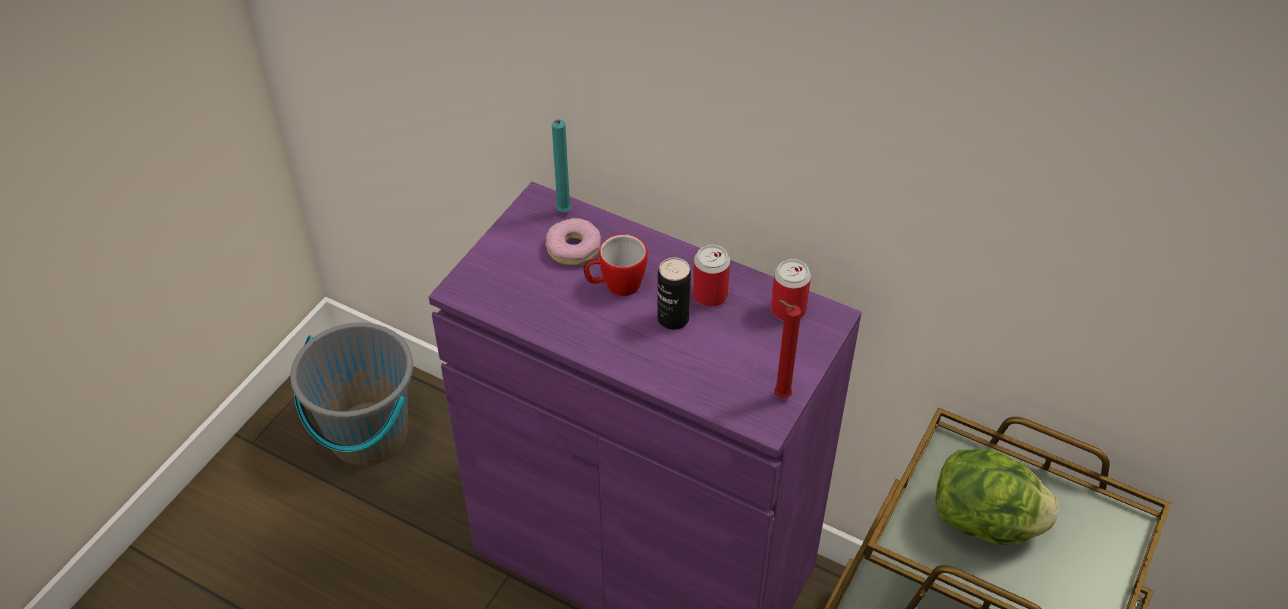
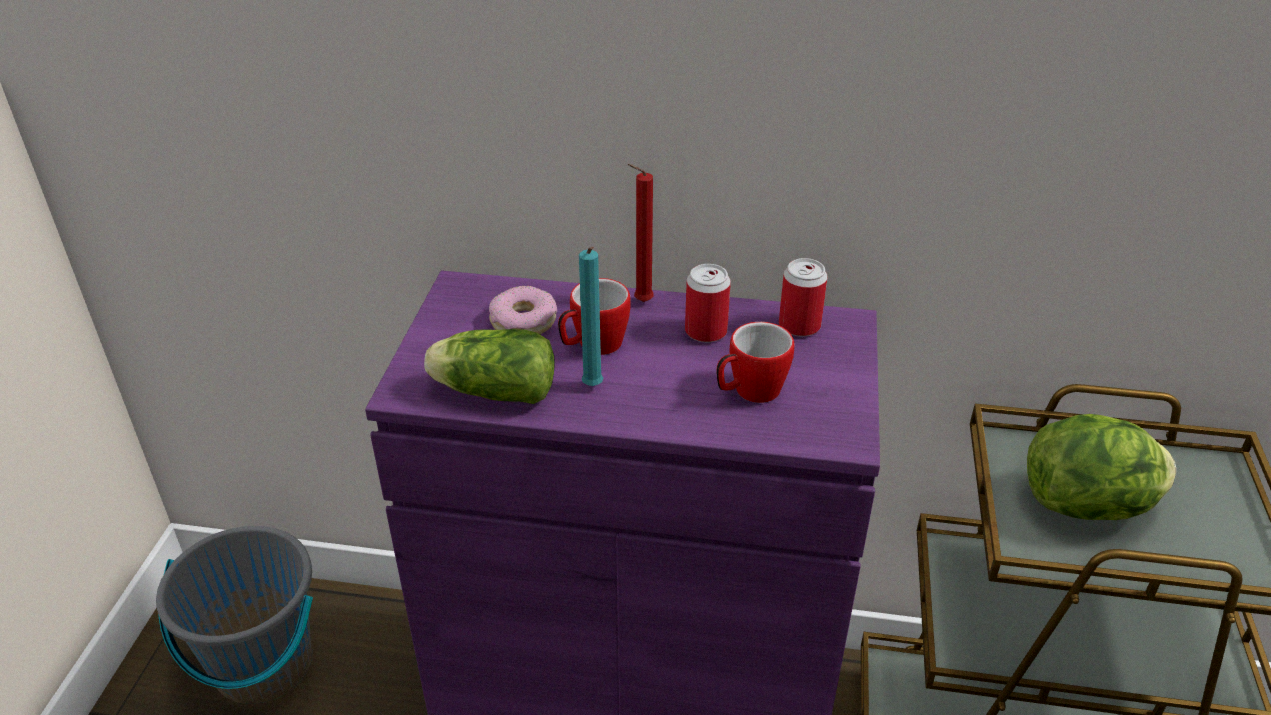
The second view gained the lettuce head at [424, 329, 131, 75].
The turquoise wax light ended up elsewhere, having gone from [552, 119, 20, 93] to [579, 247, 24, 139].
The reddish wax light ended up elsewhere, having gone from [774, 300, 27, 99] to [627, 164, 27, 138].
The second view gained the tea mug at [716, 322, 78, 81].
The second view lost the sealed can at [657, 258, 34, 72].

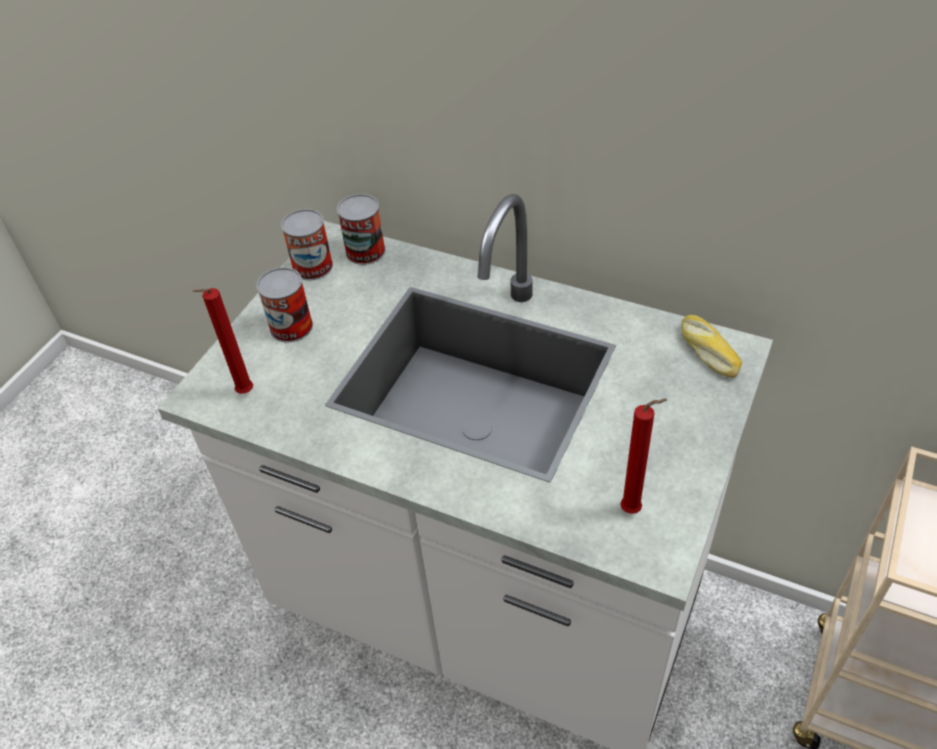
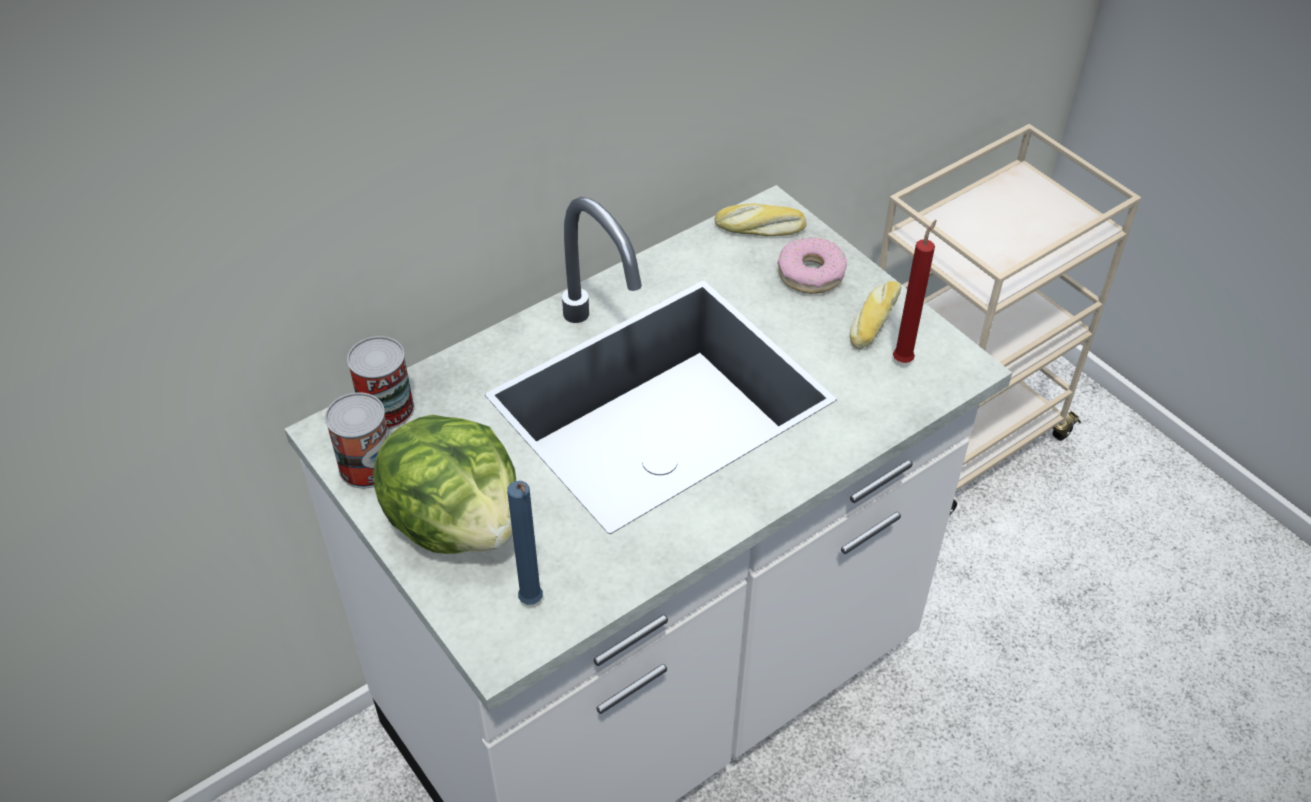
Where the sealed can stood at [256, 267, 57, 76], the lettuce head came to stand at [374, 415, 142, 139].
What was the reddish wax light at [192, 288, 61, 106] turned into the blue-coloured wax light at [507, 481, 36, 124].
The second view gained the doughnut at [778, 238, 69, 56].
The second view gained the baked bread at [850, 281, 52, 68].

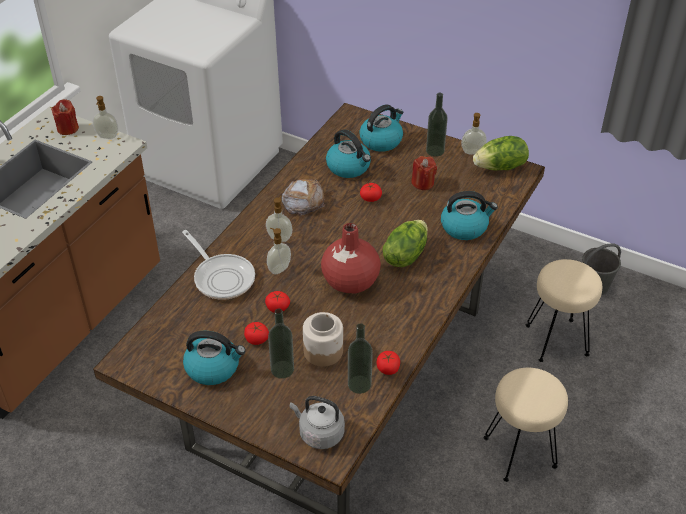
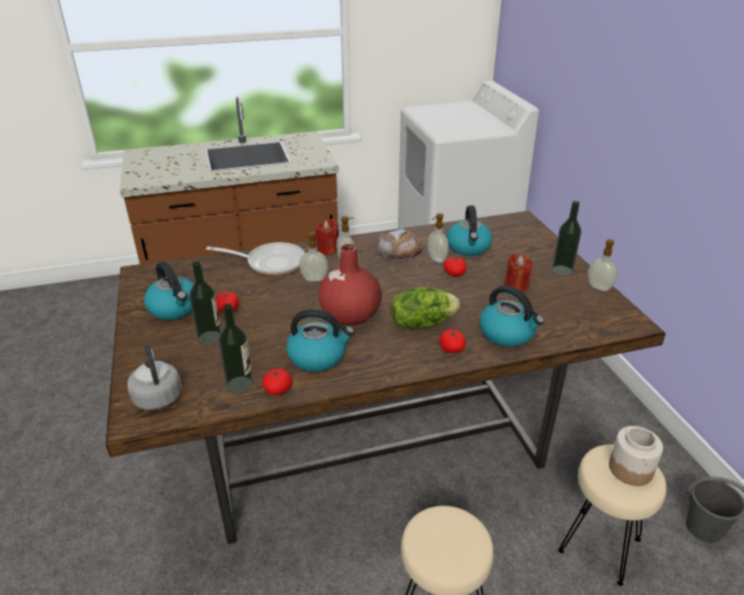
The frying pan at [182, 230, 73, 70] ended up facing another way, 90 degrees counterclockwise from before.
The kettle ended up elsewhere, having gone from [359, 105, 44, 47] to [286, 309, 68, 63].
The reddish wax light ended up elsewhere, having gone from [51, 99, 28, 36] to [315, 219, 24, 37].
The liquid soap bottle ended up elsewhere, having gone from [93, 96, 25, 43] to [427, 213, 22, 50].
The whole tomato ended up elsewhere, having gone from [265, 291, 25, 22] to [439, 329, 27, 24].
The storage jar ended up elsewhere, having gone from [303, 312, 40, 55] to [609, 426, 54, 60].
The second view lost the lettuce head at [473, 136, 56, 34].

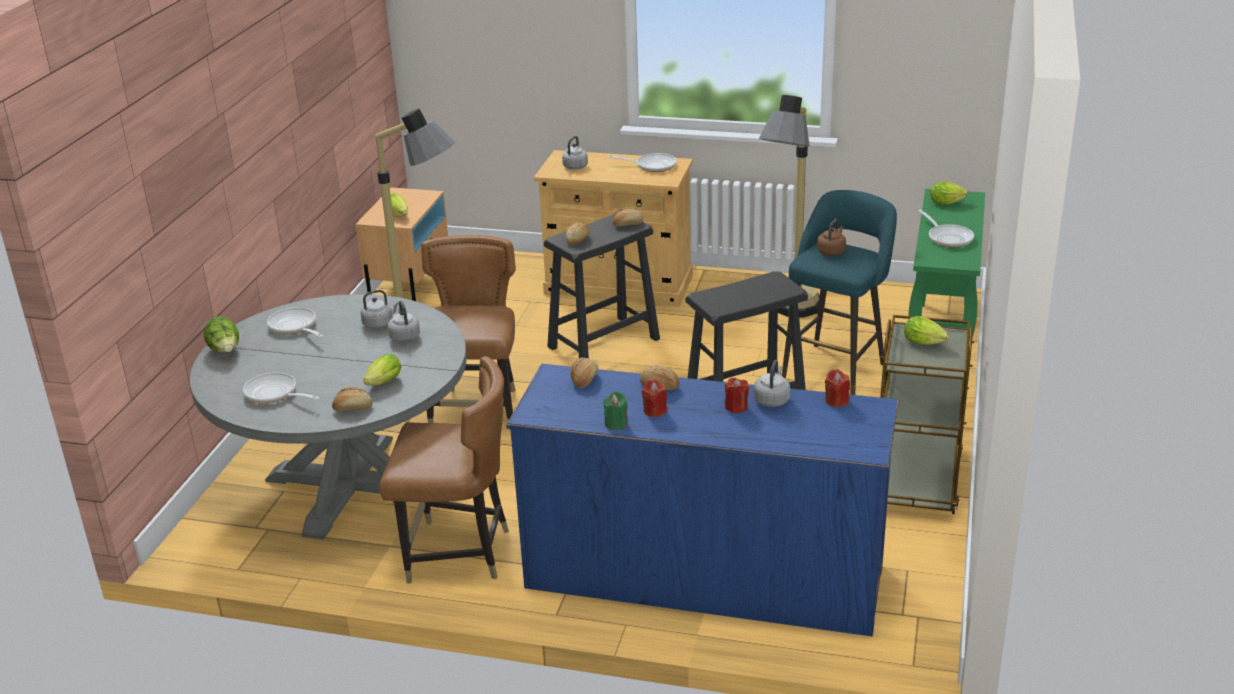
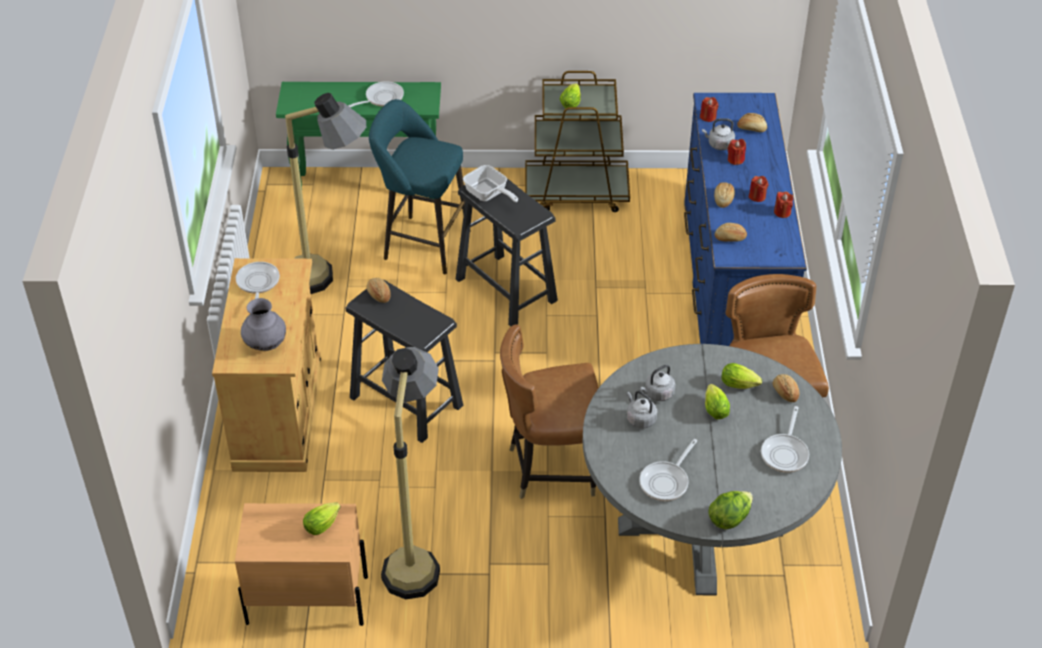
Where the greyish kettle stood at [562, 136, 26, 34], the greyish flower vase came to stand at [241, 298, 45, 53].
The second view gained the frying pan at [463, 165, 55, 37].
The lettuce head ended up elsewhere, having gone from [930, 182, 38, 23] to [705, 384, 25, 35].
The baked bread ended up elsewhere, having gone from [566, 223, 23, 22] to [737, 113, 30, 19].
What was the greenish wax light at [603, 392, 25, 38] turned into the reddish wax light at [774, 191, 19, 27].
The second view lost the brown-coloured kettle at [817, 219, 29, 37].

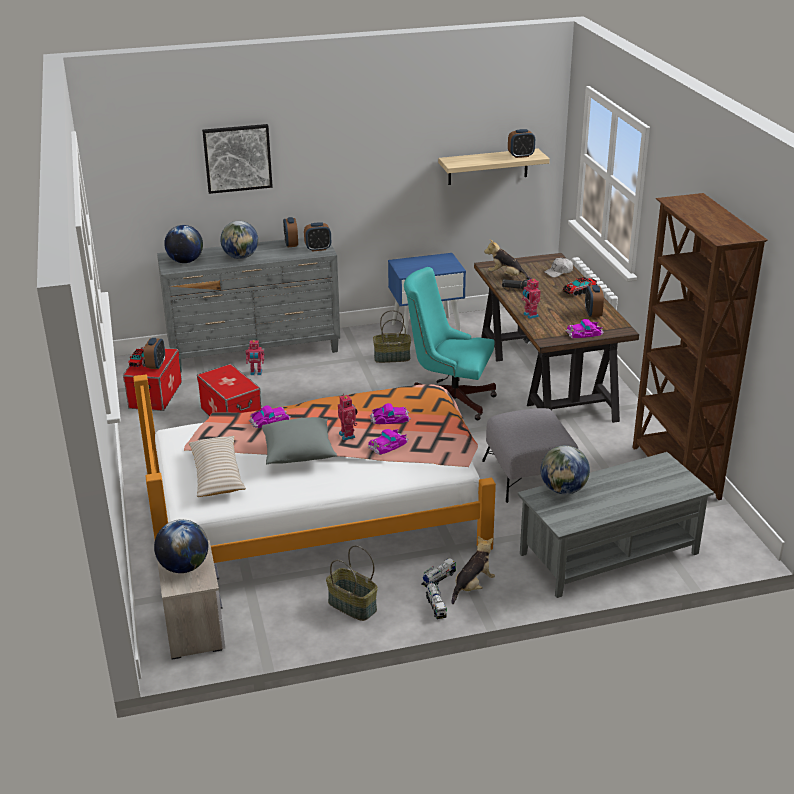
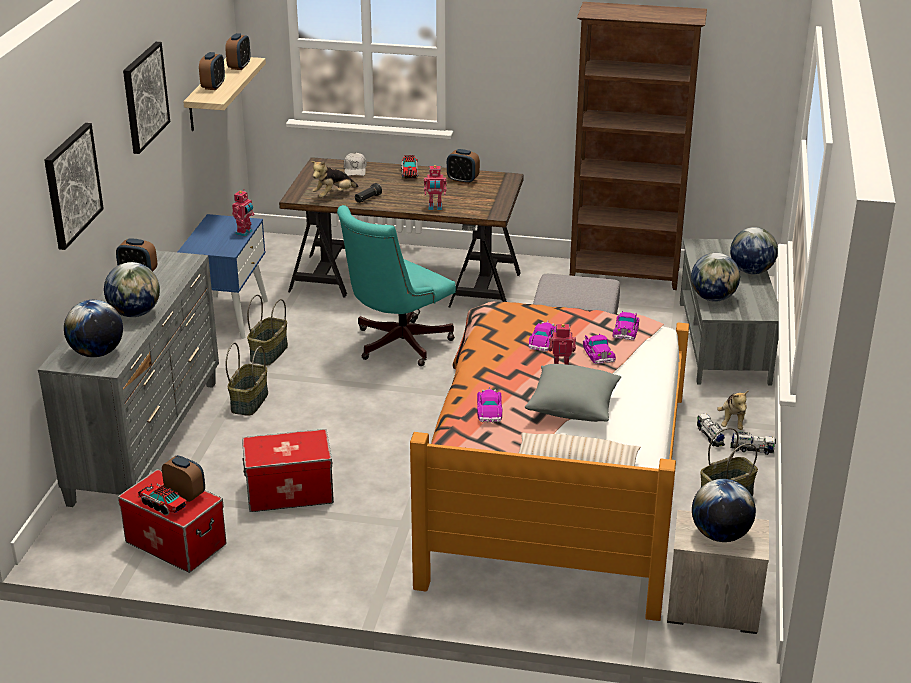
The second view gained the wall art at [123, 42, 47, 112].
The bedside clock ended up elsewhere, having gone from [304, 222, 27, 30] to [199, 52, 26, 38].
The second view gained the basket at [226, 342, 42, 74].
The model robot ended up elsewhere, having gone from [245, 340, 19, 35] to [232, 189, 23, 48].
The miniature car ended up elsewhere, having gone from [565, 319, 39, 19] to [613, 311, 26, 29].
The plush toy at [452, 536, 43, 68] ended up facing another way, 150 degrees counterclockwise from before.
The second view gained the globe at [730, 227, 48, 47].

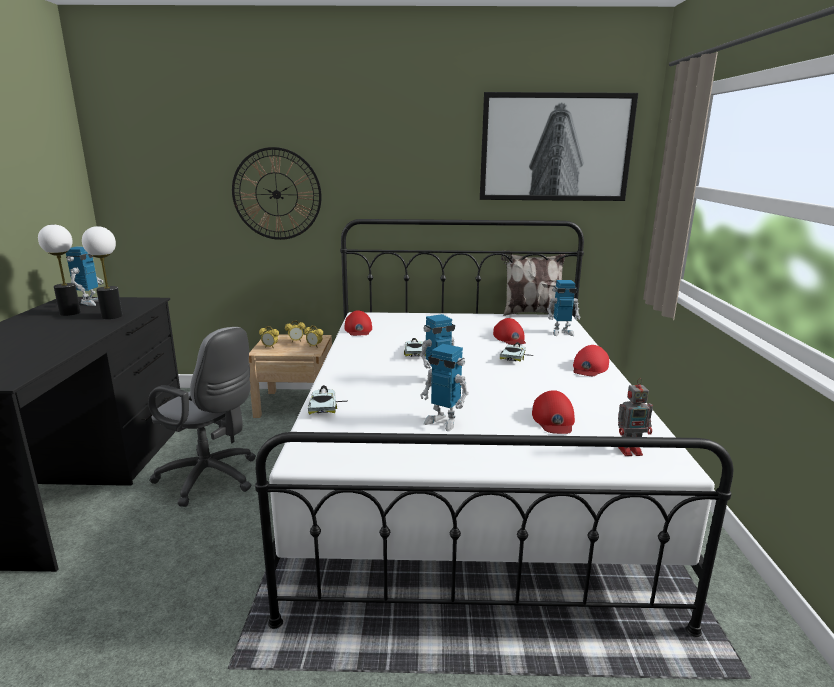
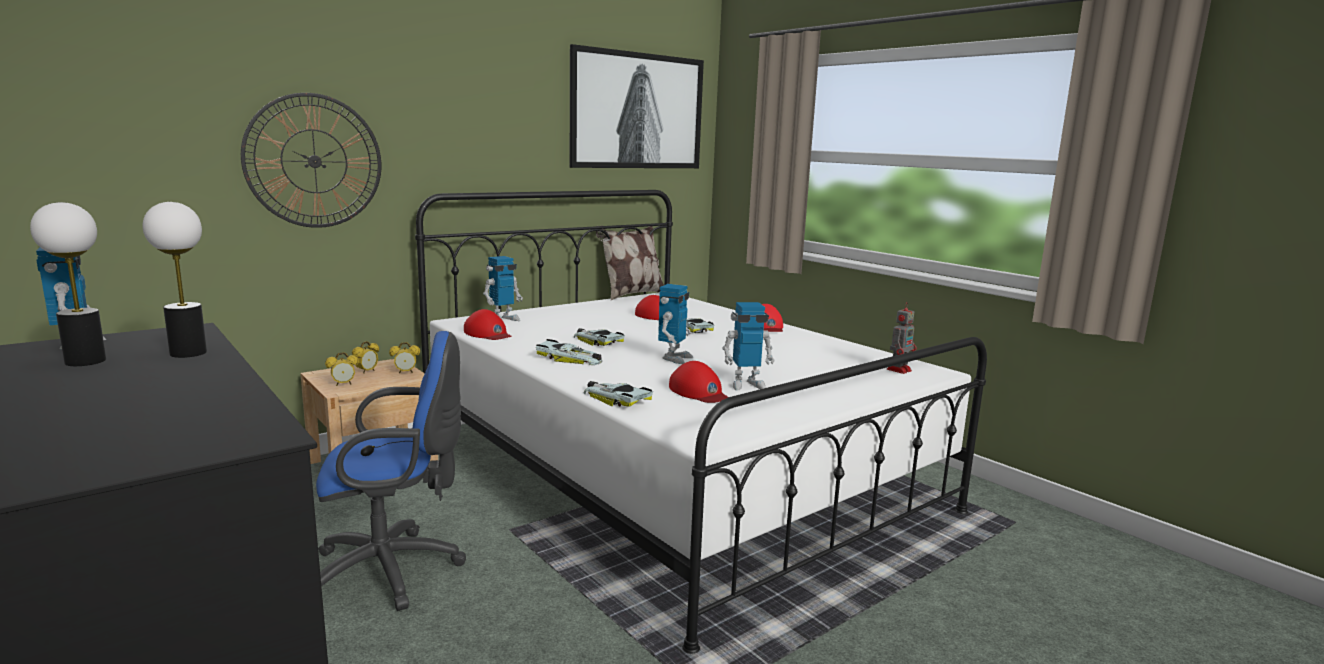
What was the greyish desk chair at [148, 327, 108, 180] turned into the blue-coloured desk chair at [316, 331, 150, 280].
The model robot ended up elsewhere, having gone from [547, 280, 34, 56] to [483, 256, 40, 65].
The second view gained the miniature car at [536, 339, 66, 26].
The reddish cap ended up elsewhere, having gone from [532, 390, 43, 44] to [669, 361, 59, 42].

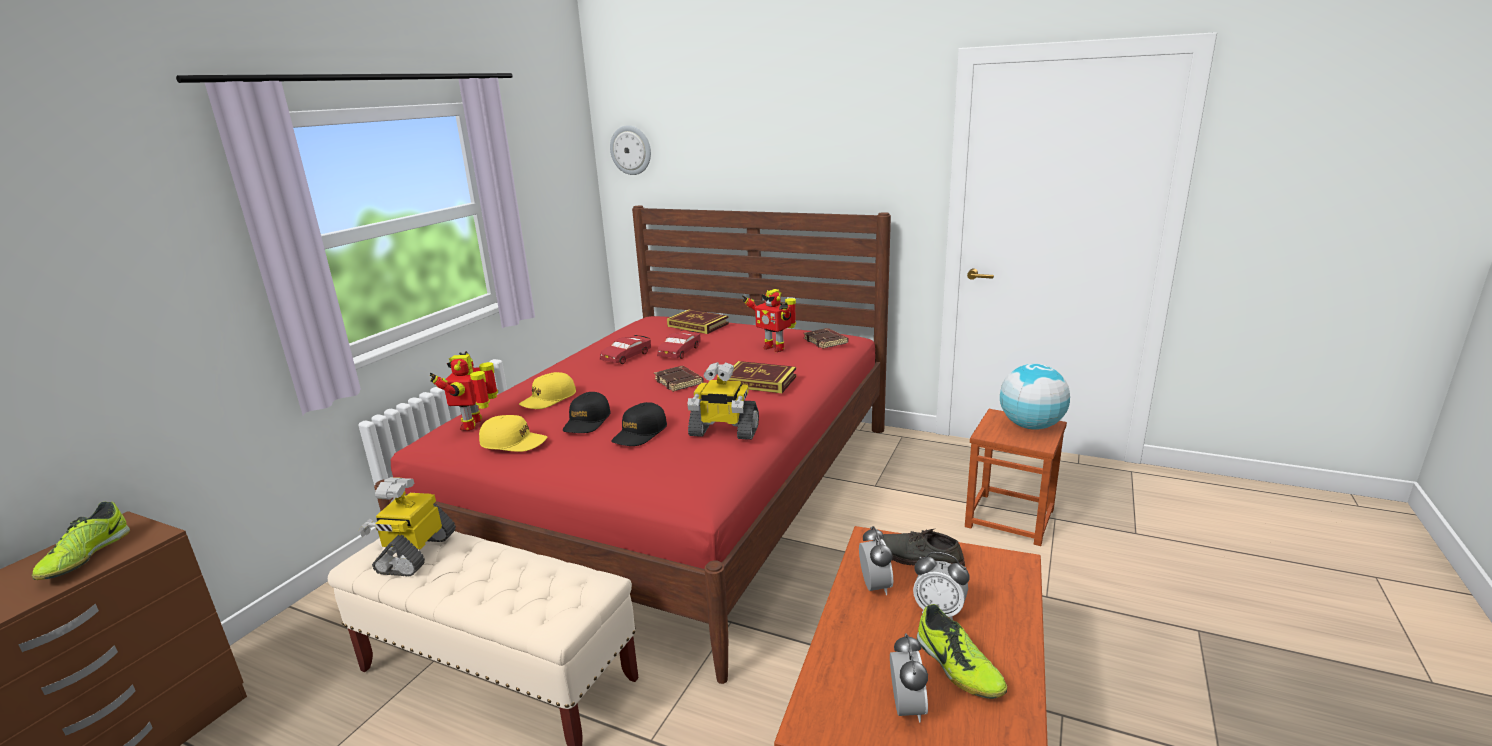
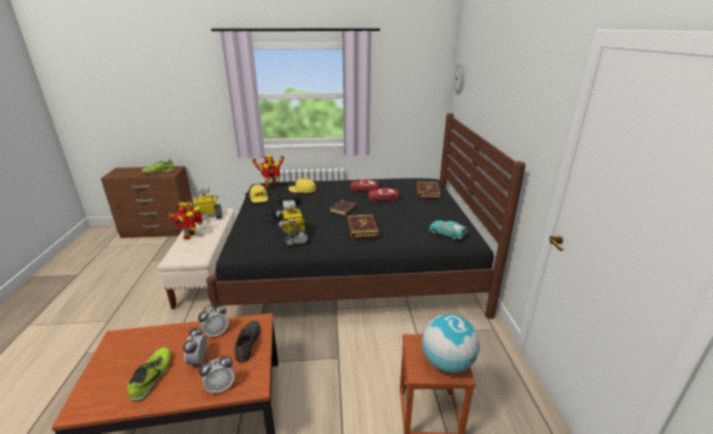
The item of footwear at [917, 604, 90, 95] ended up facing another way, 150 degrees clockwise from before.
The model robot ended up elsewhere, having gone from [743, 289, 53, 63] to [166, 199, 37, 40].
The bedside clock ended up elsewhere, having gone from [890, 633, 38, 89] to [199, 355, 36, 40].
What was the reddish bed at [374, 206, 517, 478] turned into the black bed at [206, 113, 320, 206].
Where the brown-coloured bound book stood at [804, 328, 45, 21], the turquoise miniature car came to stand at [429, 220, 40, 20].

